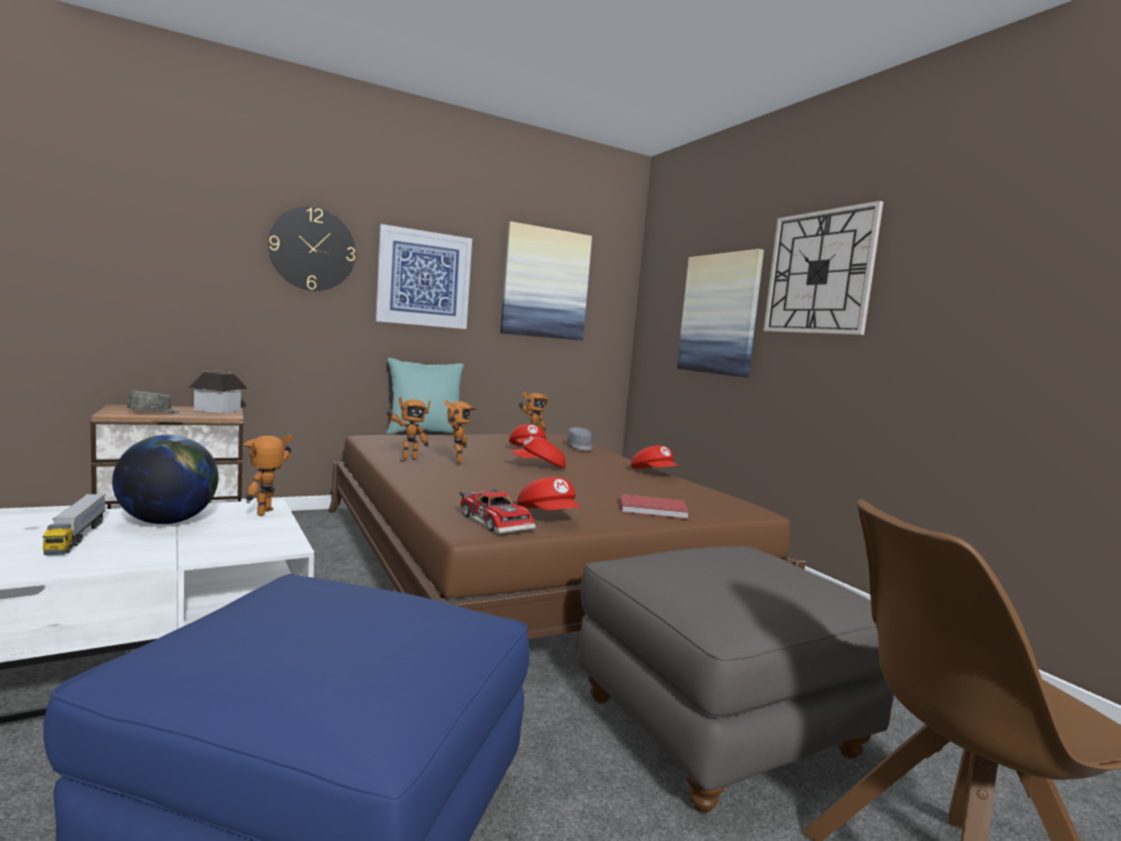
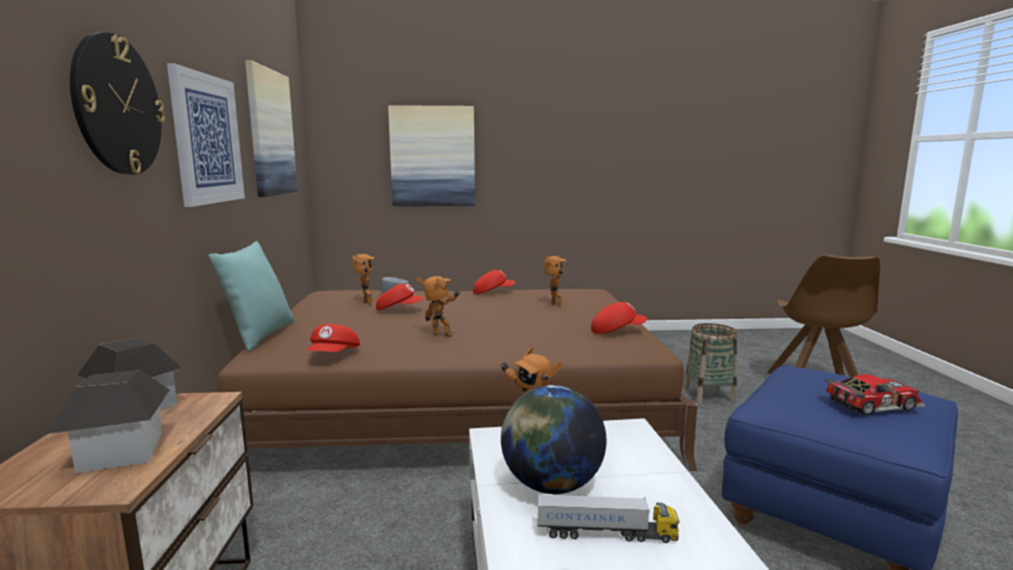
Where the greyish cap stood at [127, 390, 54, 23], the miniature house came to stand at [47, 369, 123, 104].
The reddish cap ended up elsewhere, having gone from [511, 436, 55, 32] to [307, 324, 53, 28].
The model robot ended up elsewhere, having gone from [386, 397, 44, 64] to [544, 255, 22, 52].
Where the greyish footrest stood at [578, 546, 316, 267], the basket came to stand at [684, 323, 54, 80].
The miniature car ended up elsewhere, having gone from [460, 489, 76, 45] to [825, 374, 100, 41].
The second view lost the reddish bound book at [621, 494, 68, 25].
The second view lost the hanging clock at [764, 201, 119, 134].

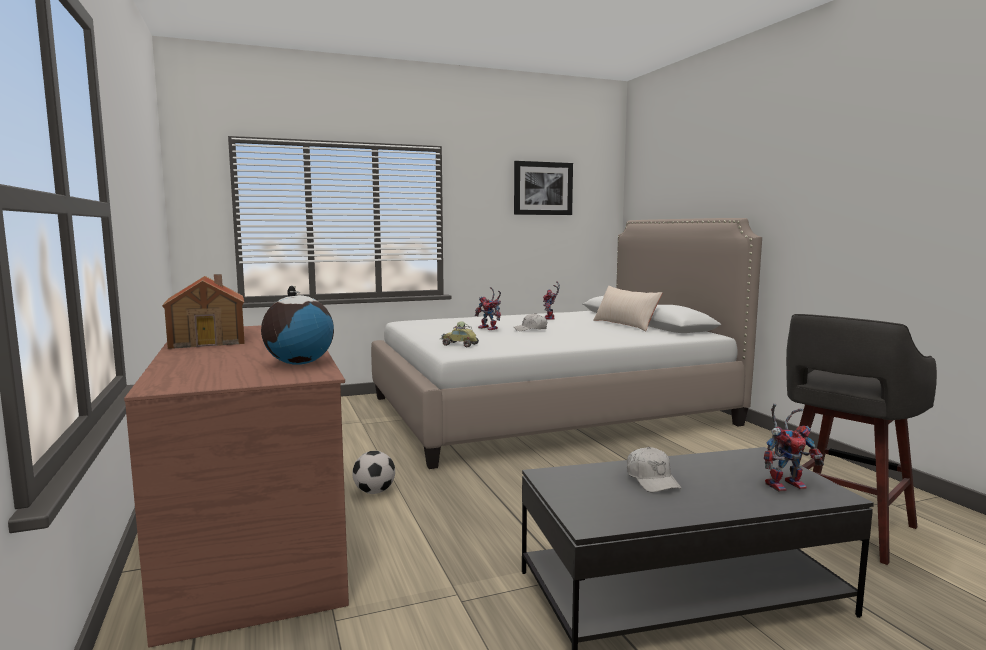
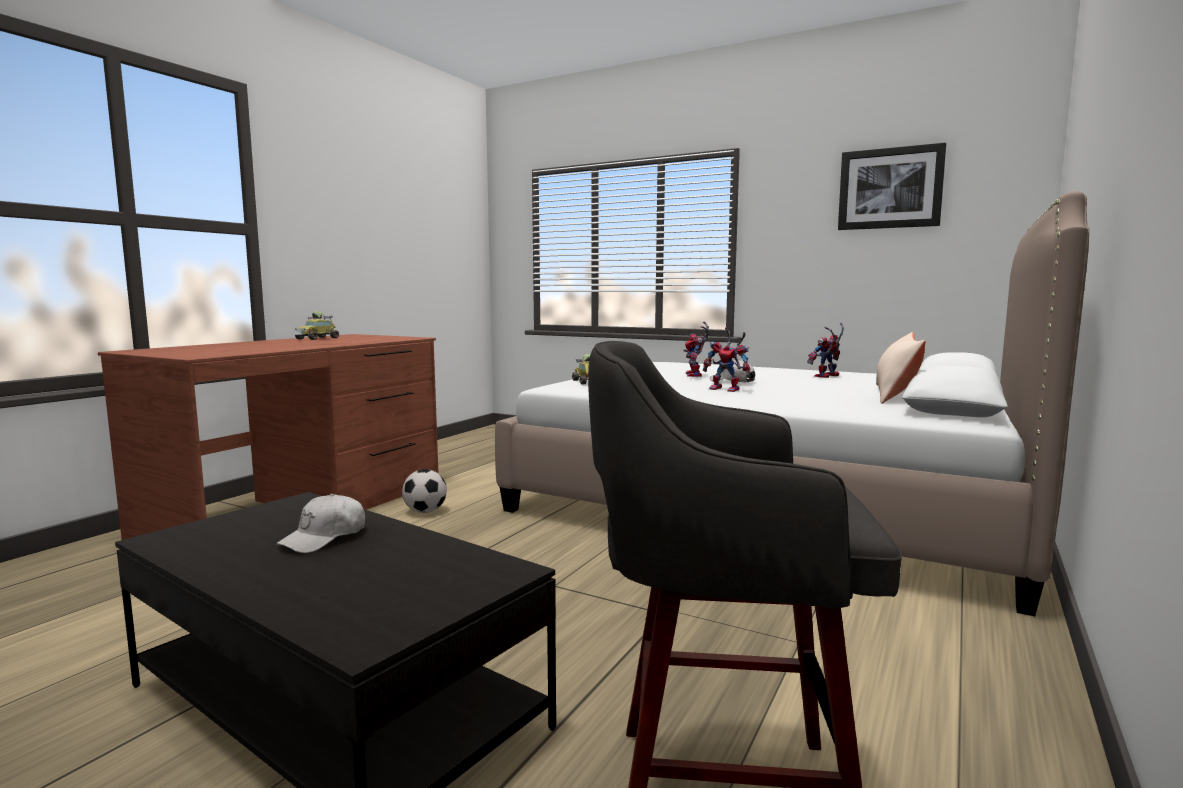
Where the miniature house stood at [162, 274, 83, 75], the miniature car came to stand at [293, 311, 46, 29].
The model robot ended up elsewhere, having gone from [764, 404, 60, 88] to [703, 327, 47, 65].
The second view lost the globe at [261, 286, 73, 79].

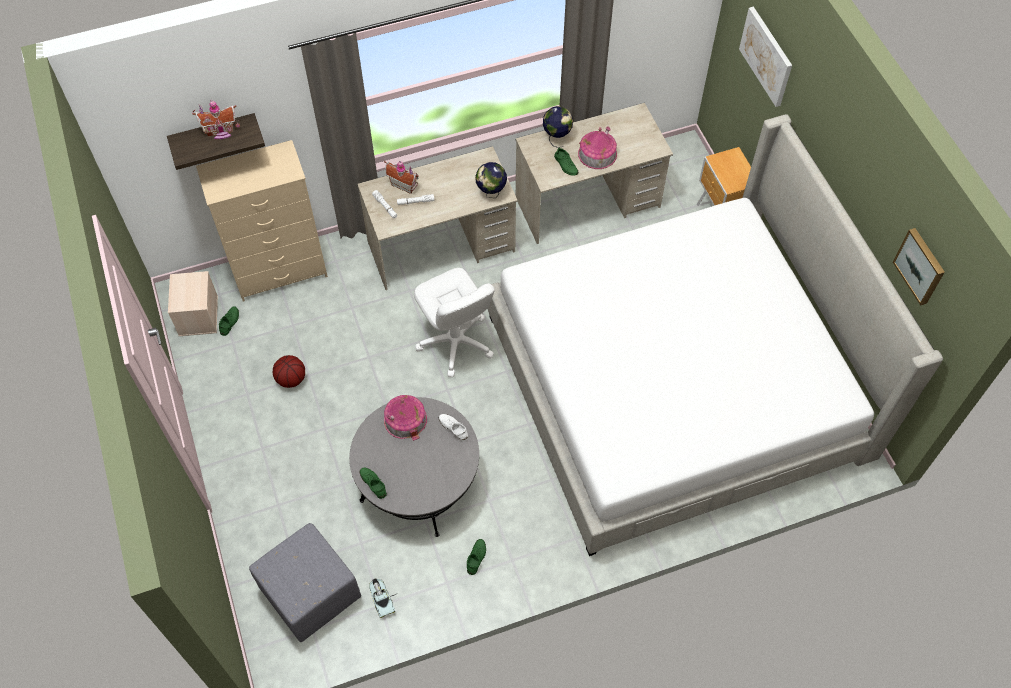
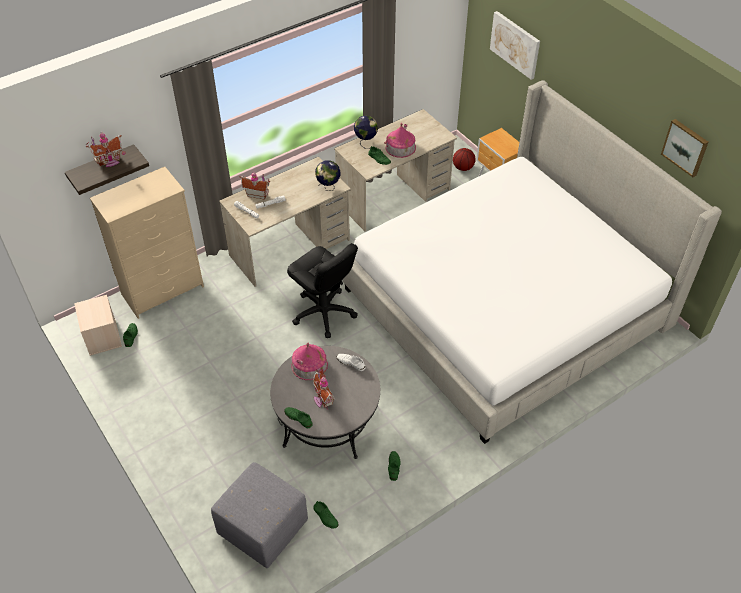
What was the whitish desk chair at [414, 268, 81, 109] turned into the black desk chair at [287, 243, 71, 95].
The second view gained the miniature house at [313, 369, 22, 41].
Where the miniature car stood at [369, 579, 27, 39], the greenish item of footwear came to stand at [313, 501, 26, 27].
The basketball ended up elsewhere, having gone from [273, 355, 32, 33] to [453, 148, 23, 23].

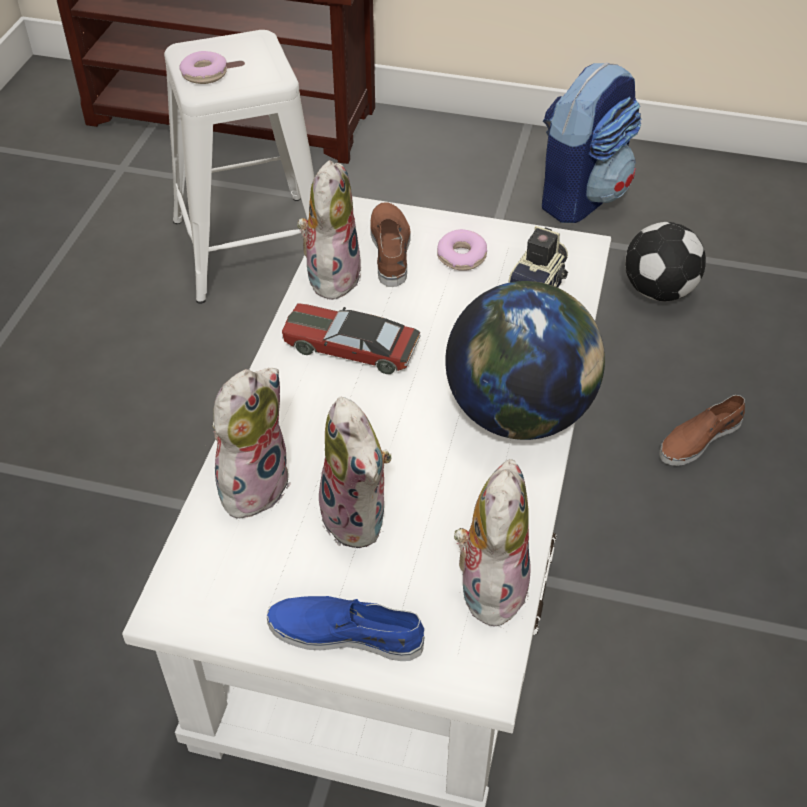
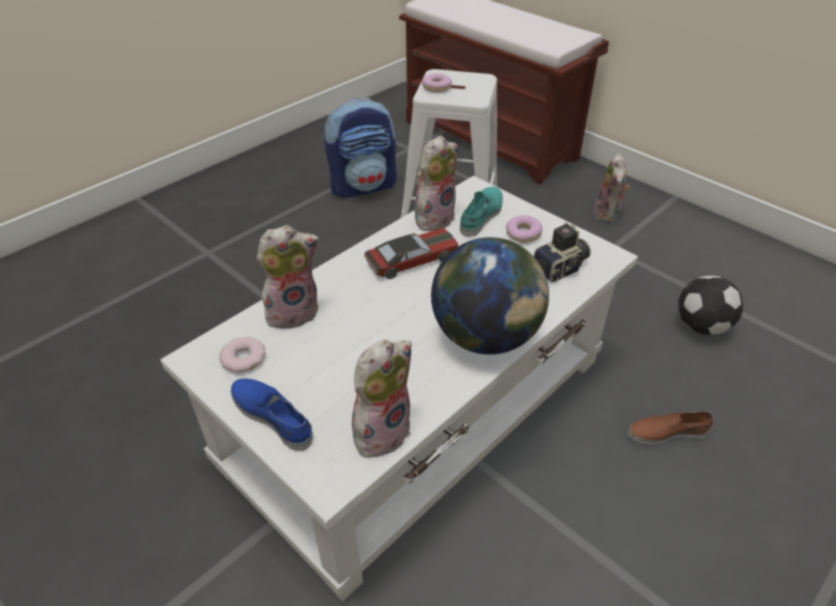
The second view gained the doughnut at [219, 337, 47, 35].
The backpack ended up elsewhere, having gone from [542, 62, 100, 161] to [324, 98, 73, 100].
The miniature car at [282, 303, 139, 71] ended up facing another way, 105 degrees clockwise from before.
What was the brown-coloured item of footwear at [370, 202, 41, 85] turned into the turquoise item of footwear at [460, 187, 43, 50].
The plush toy ended up elsewhere, having gone from [319, 397, 73, 151] to [594, 154, 36, 68].

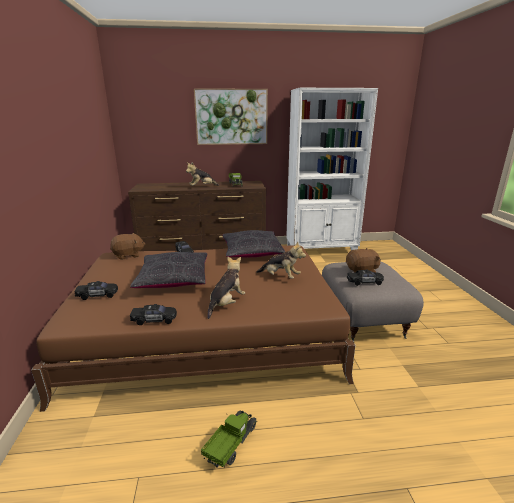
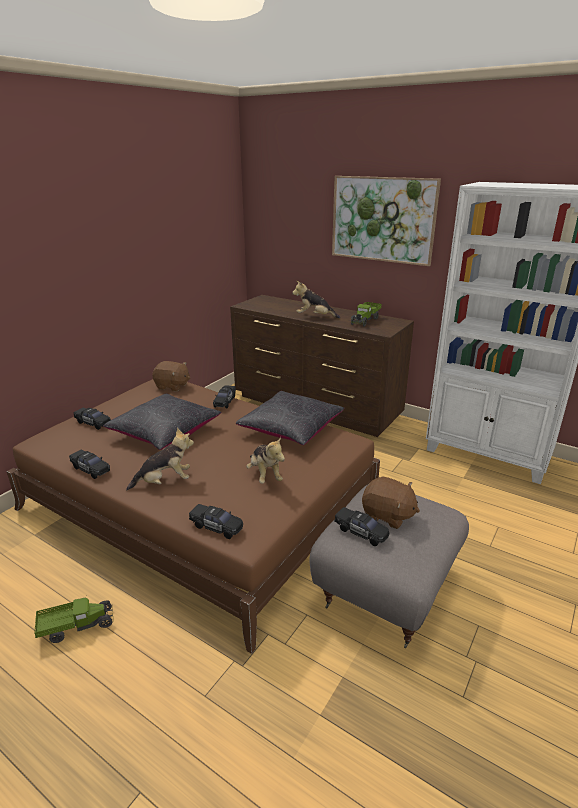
The second view gained the black miniature car at [189, 504, 54, 35].

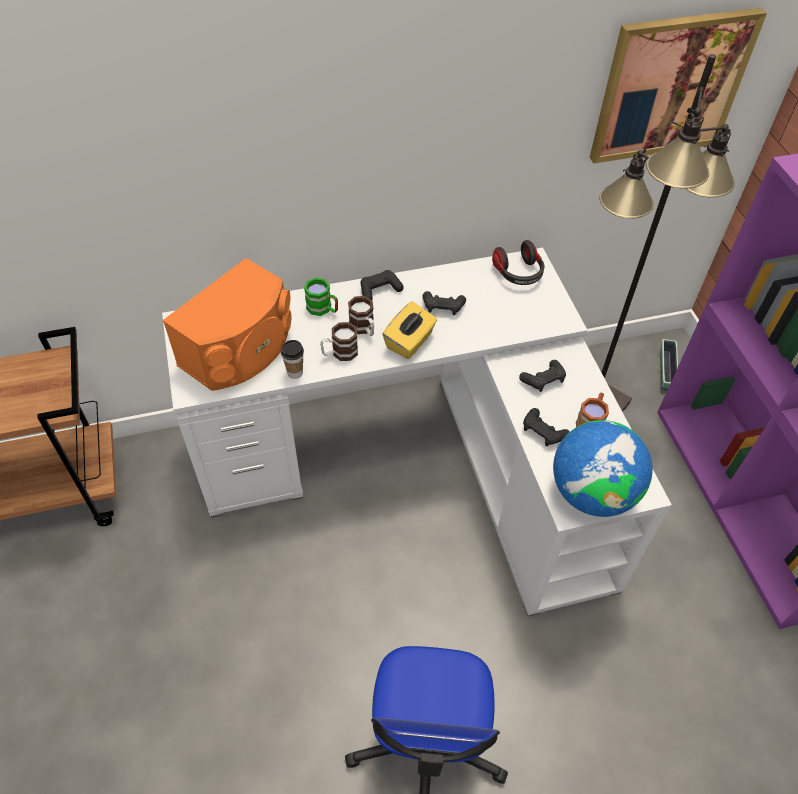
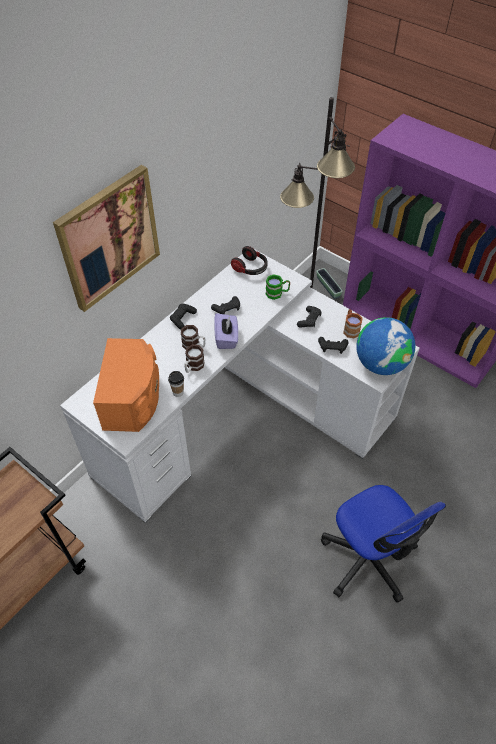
The wall art ended up elsewhere, having gone from [589, 8, 178, 156] to [53, 165, 107, 147].
What was the yellow-coloured tissue holder at [383, 301, 54, 58] turned into the purple-coloured tissue holder at [214, 313, 24, 36].
The greenish tea mug ended up elsewhere, having gone from [304, 278, 34, 38] to [266, 274, 24, 26].

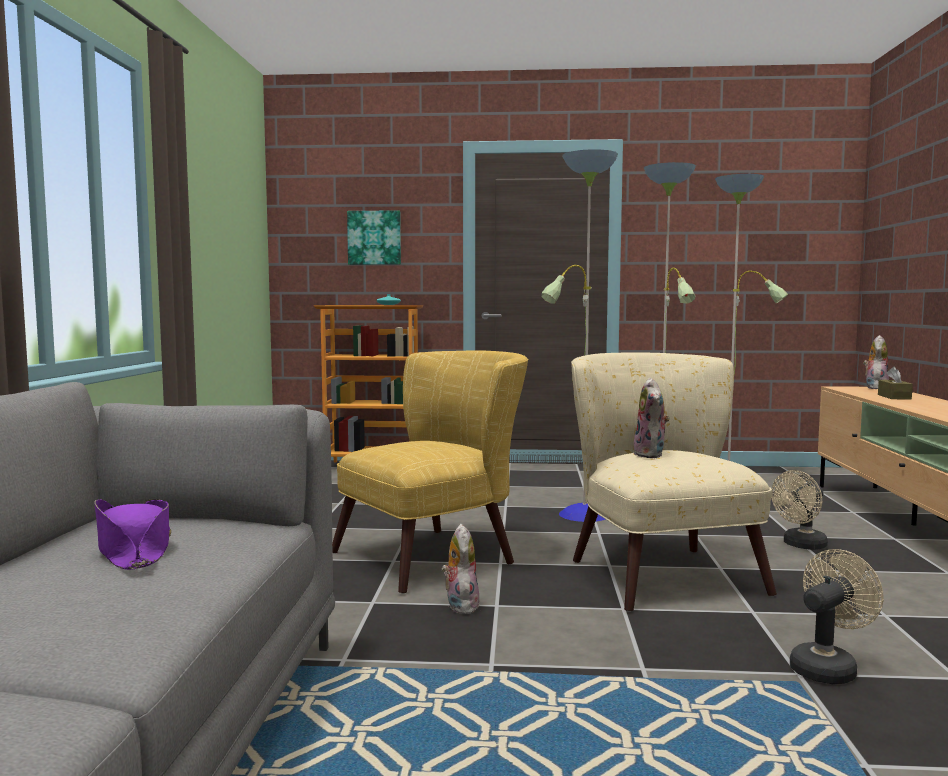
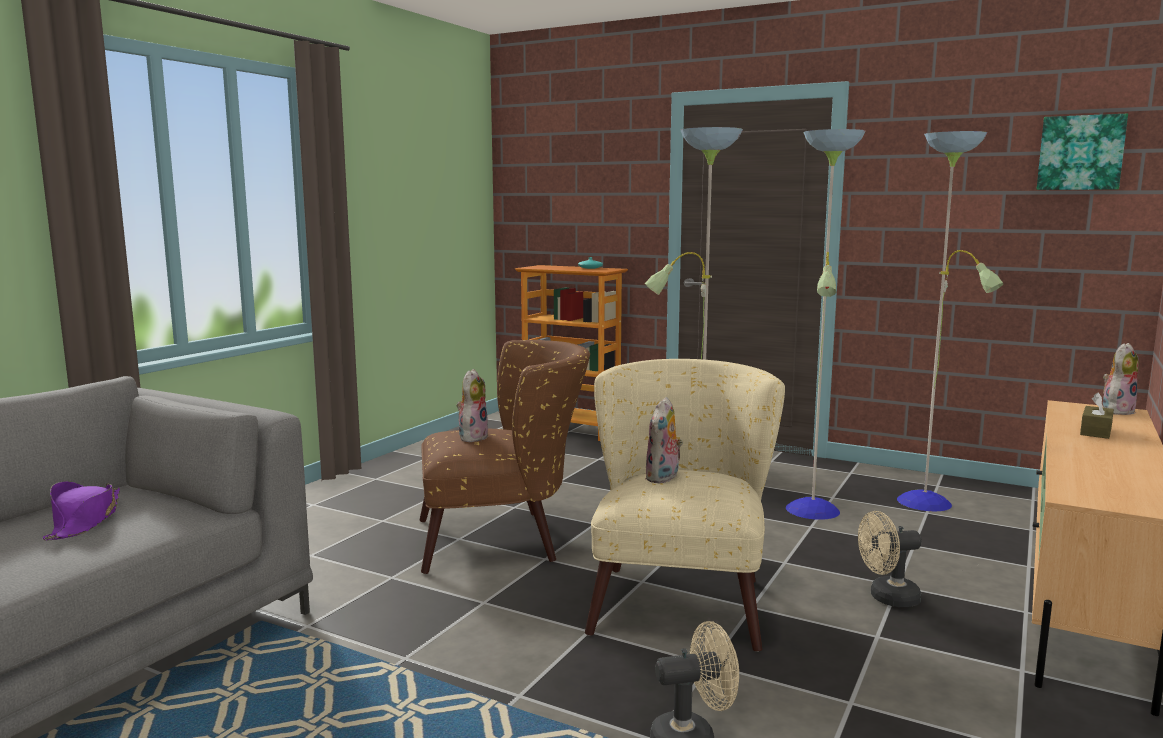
What was the yellow-coloured lounge chair at [332, 350, 197, 244] turned into the brown-coloured lounge chair at [419, 340, 171, 234].
The plush toy ended up elsewhere, having gone from [441, 524, 39, 90] to [456, 369, 32, 73].
The wall art ended up elsewhere, having gone from [347, 210, 54, 55] to [1037, 114, 91, 76].

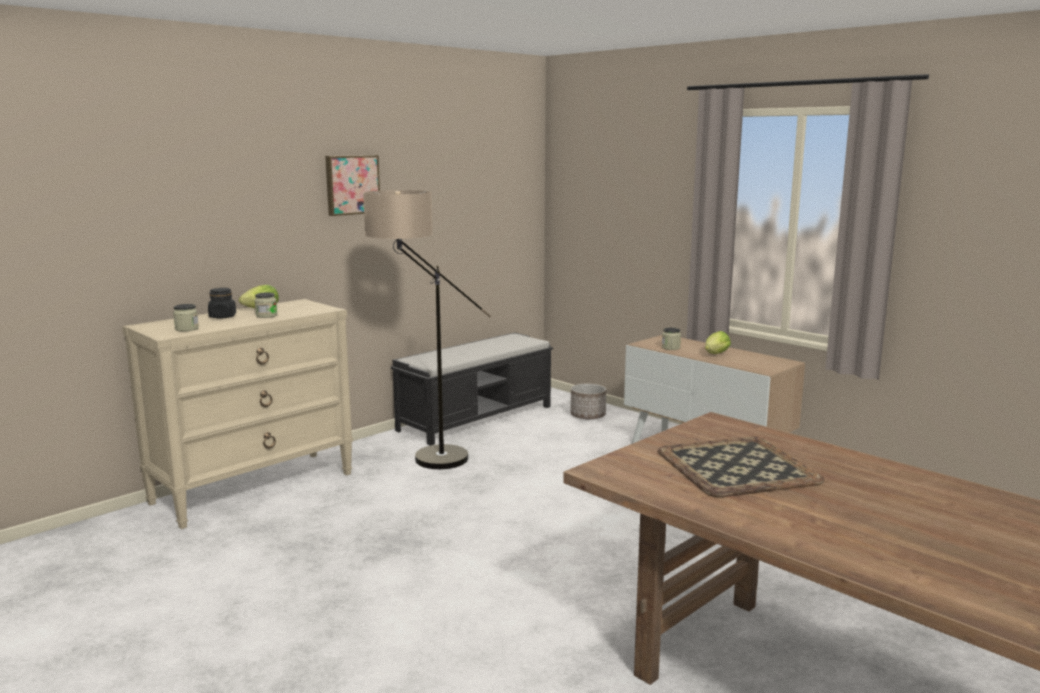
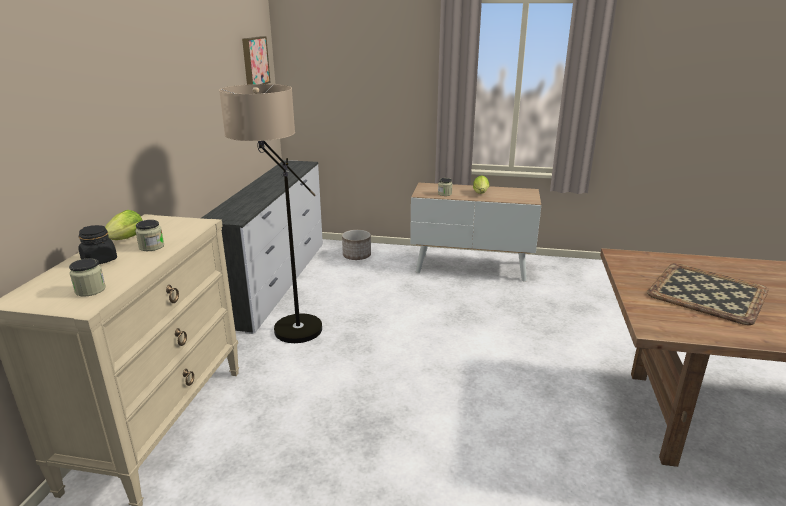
Where the black long seat stood at [391, 332, 162, 114], the whitish dresser came to stand at [202, 160, 121, 174].
The wall art ended up elsewhere, having gone from [325, 155, 55, 61] to [242, 36, 29, 49].

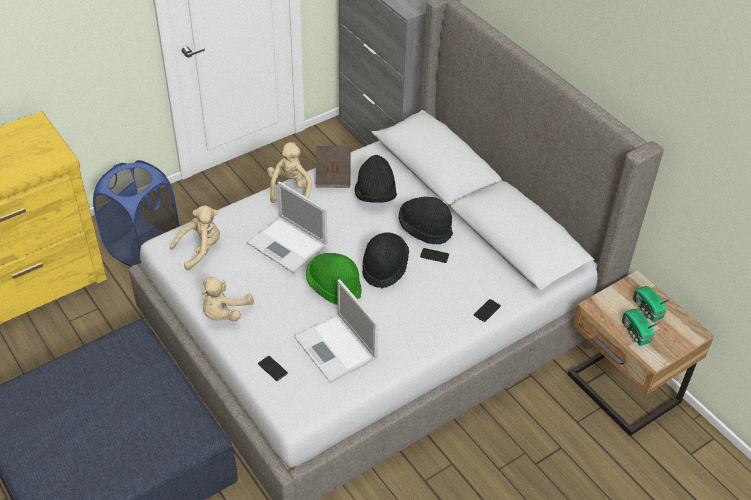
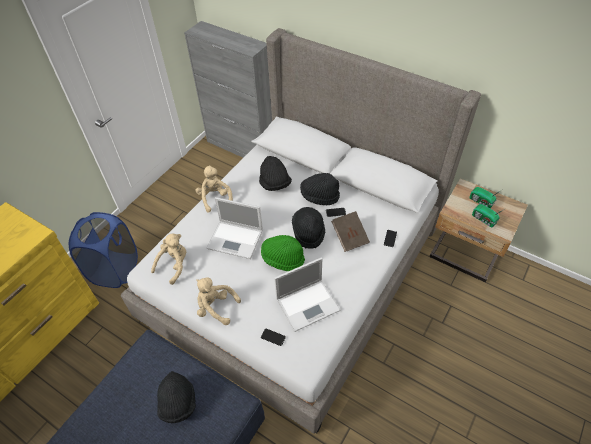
The second view gained the black clothing hat at [157, 371, 39, 53].
The beige-coloured plush toy at [202, 277, 52, 44] ended up facing another way, 105 degrees clockwise from before.
The laptop at [294, 279, 84, 104] ended up facing another way, 60 degrees counterclockwise from before.
The brown-coloured bound book ended up elsewhere, having gone from [316, 146, 34, 42] to [331, 211, 39, 41].

